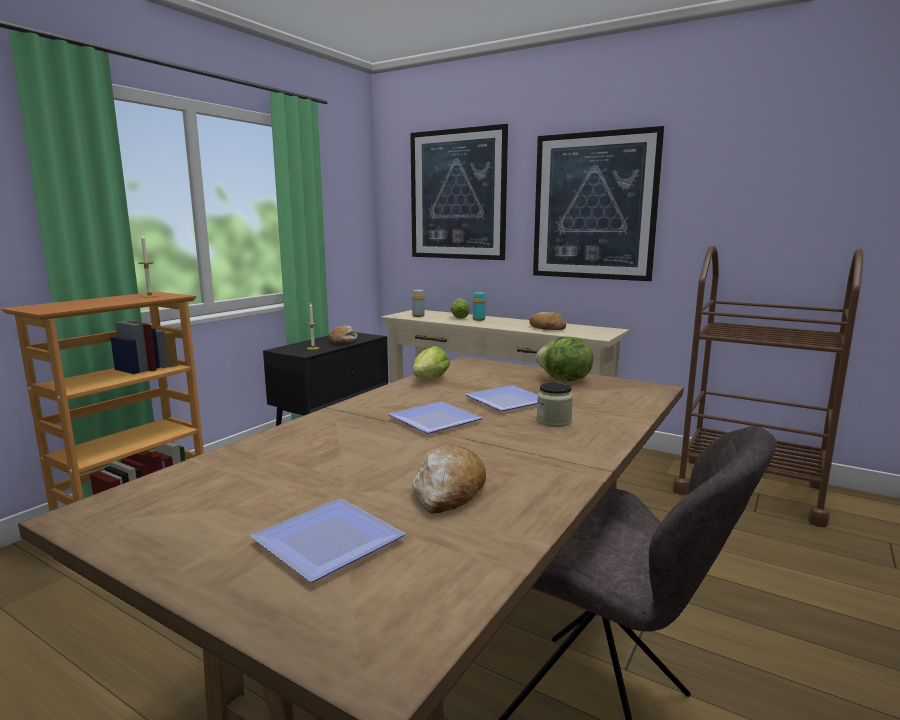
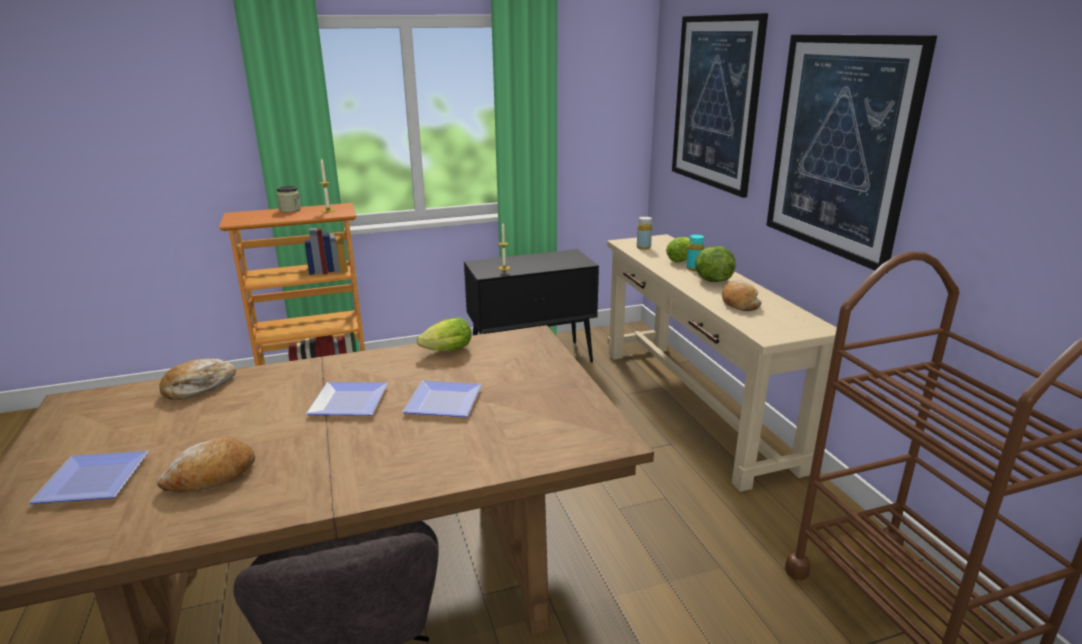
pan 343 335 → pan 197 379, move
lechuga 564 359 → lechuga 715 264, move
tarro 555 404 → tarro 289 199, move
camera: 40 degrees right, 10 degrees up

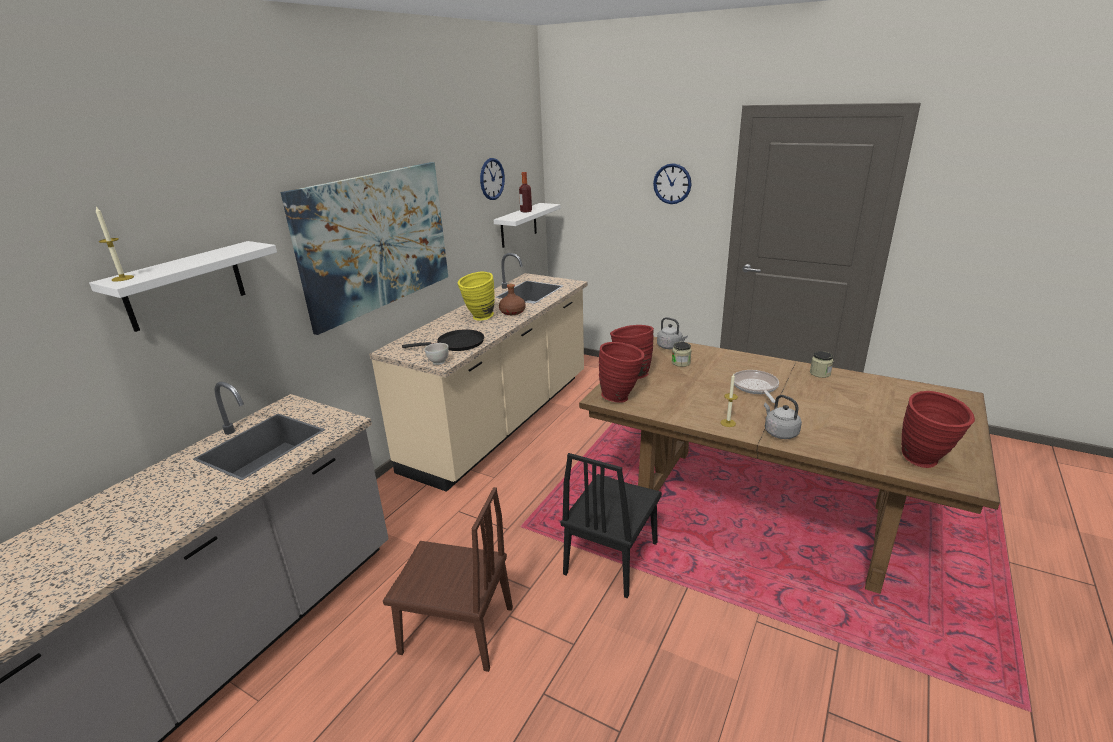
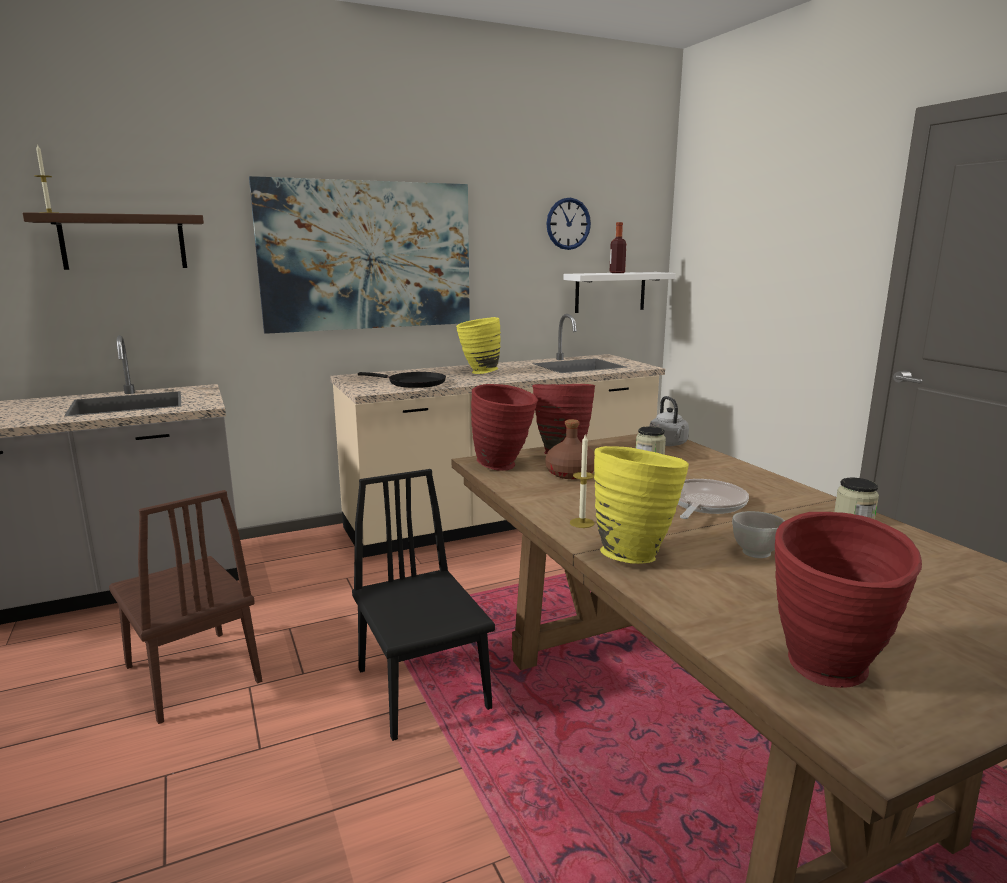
estante (blanco) 183 286 → estante (marrón) 113 241
cuenco (blanco) 437 354 → cuenco (blanco) 758 534, move
botella (marrón) 512 299 → botella (marrón) 570 449, move
silla (negro) 611 525 → silla (negro) 423 605, 90 degrees clockwise
reloj de pared 672 183 → -
hervidor (gris) 783 417 → florero (amarillo) 641 505
camera: 35 degrees right, 10 degrees down

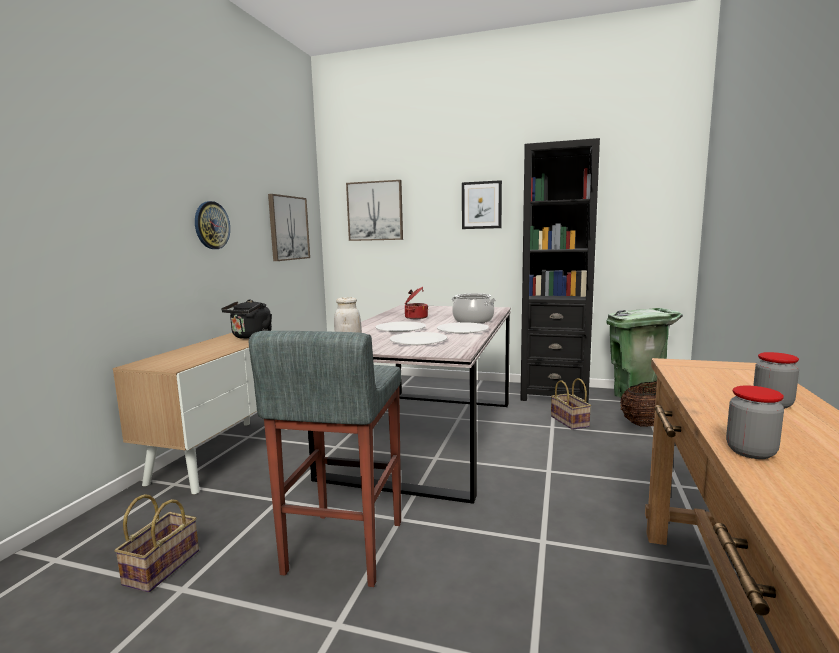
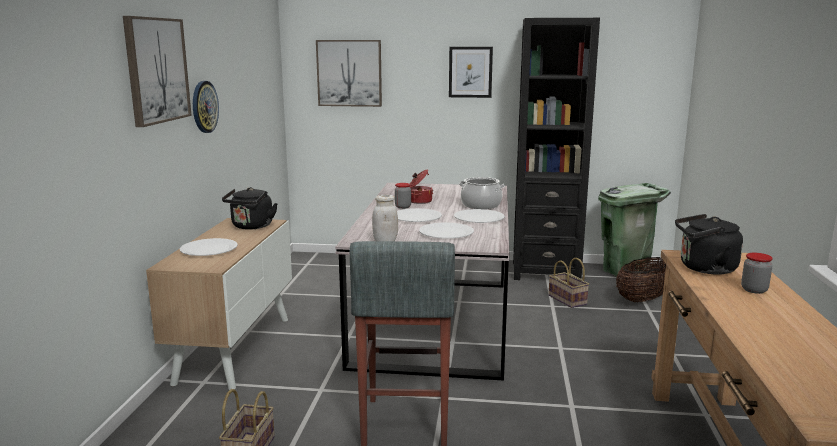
cuadro 289 227 → cuadro 157 71, move
tarro 755 422 → tarro 403 196, move
- → plato (blanco) 209 247
- → hervidor (negro) 709 244
camera: 10 degrees left, 5 degrees up

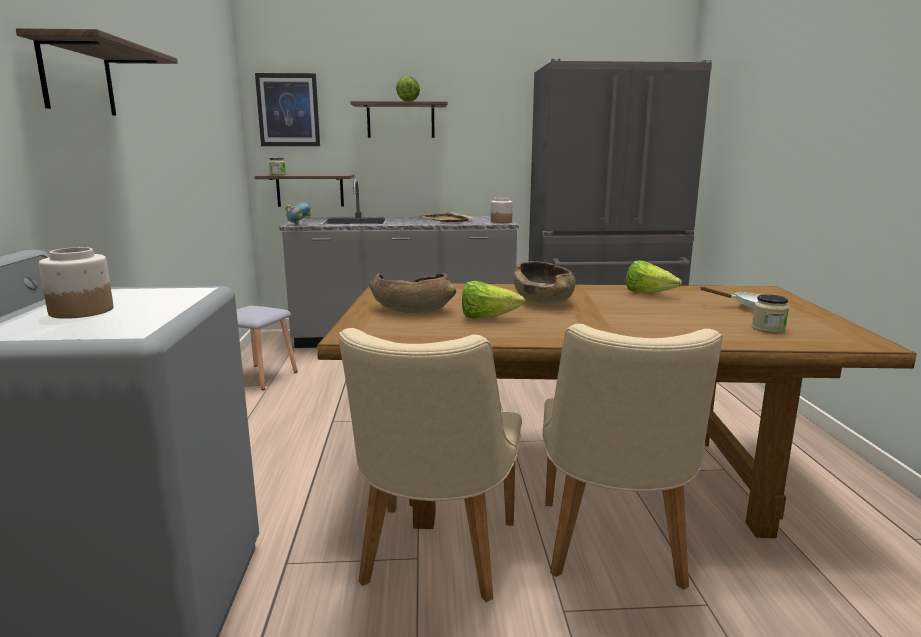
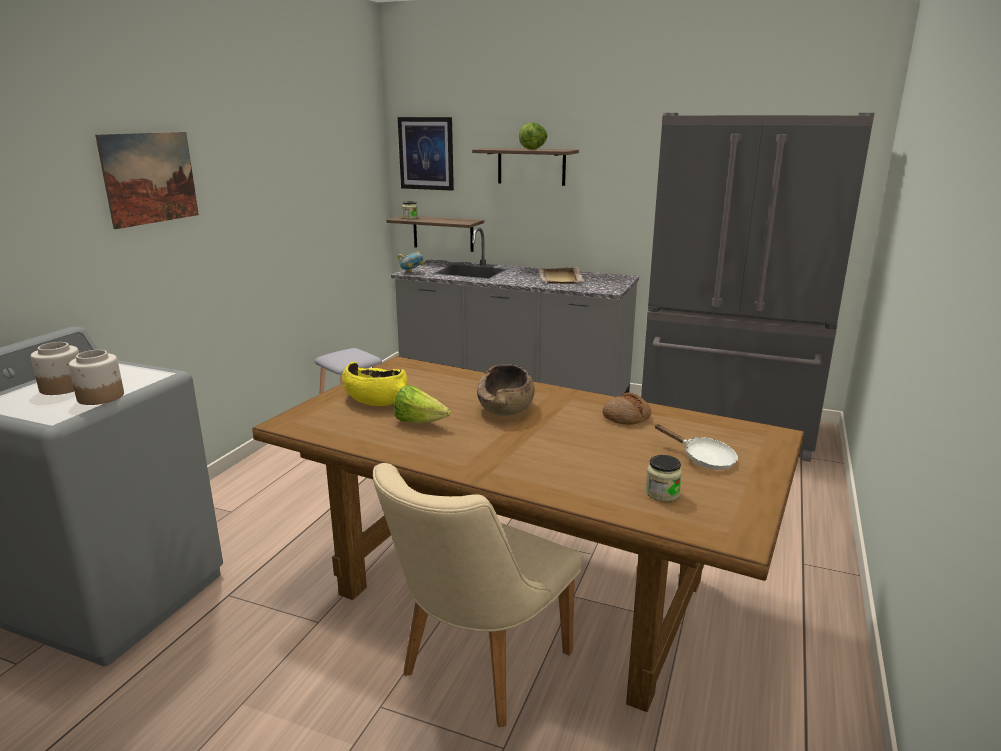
estante 97 71 → cuadro 147 180
silla (beis) 430 465 → -
cuenco (marrón) 412 293 → cuenco (amarillo) 375 384
tarro 502 210 → tarro 96 377, move
lechuga 654 276 → pan 627 409
camera: 25 degrees right, 5 degrees up

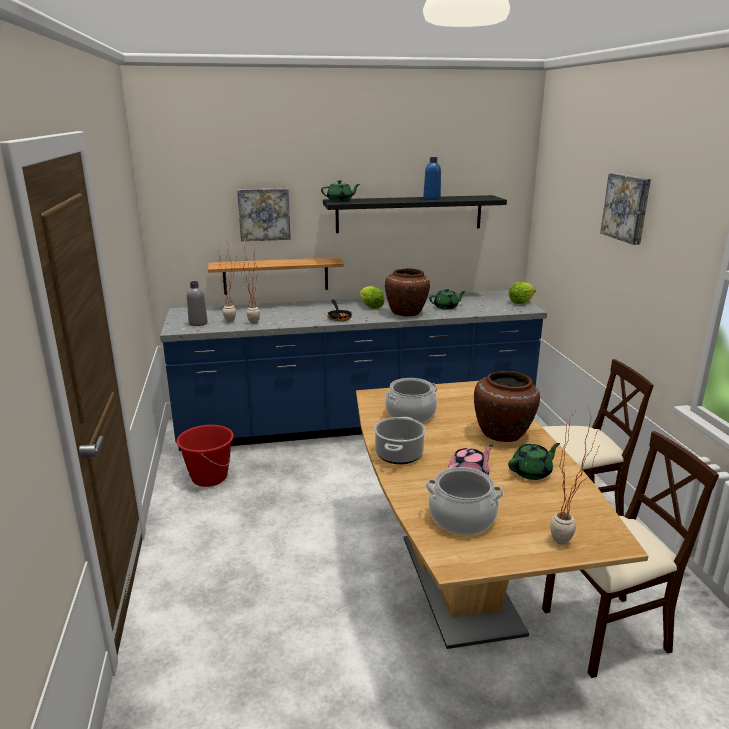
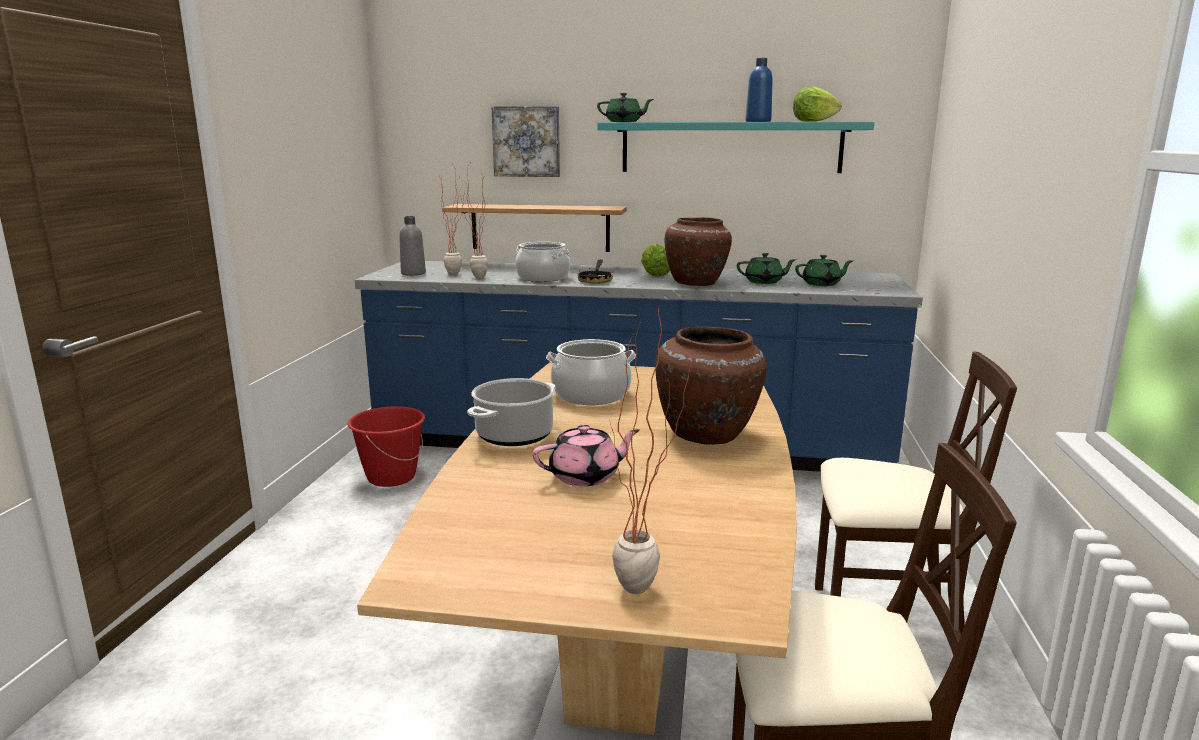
estante (negro) 415 214 → estante (turquesa) 735 147
olla 464 501 → olla 542 262, move
tetera (verde) 534 461 → tetera (verde) 824 270, move
lechuga 522 293 → lechuga 817 104, move
cuadro 625 209 → -
camera: 20 degrees right, 5 degrees down

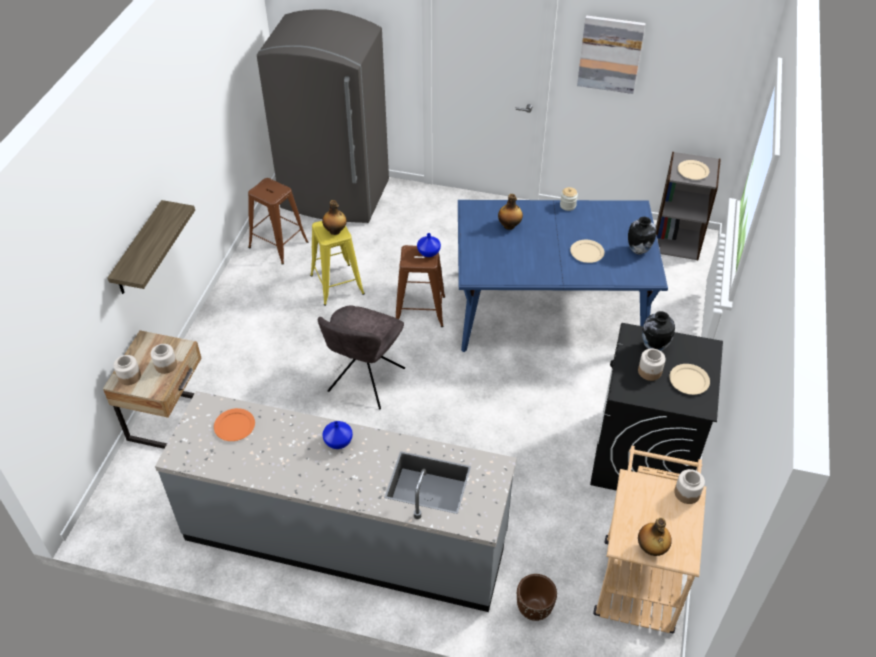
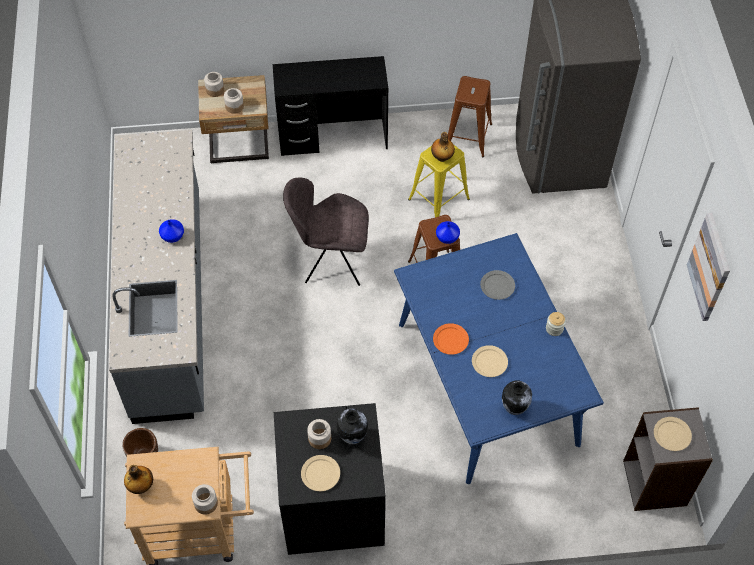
estante 151 247 → -
plato (naranja) 234 424 → plato (naranja) 451 339, move
botella 510 212 → plato (gris) 497 285
- → escritorio (negro) 330 106
camera: 70 degrees right, 10 degrees up

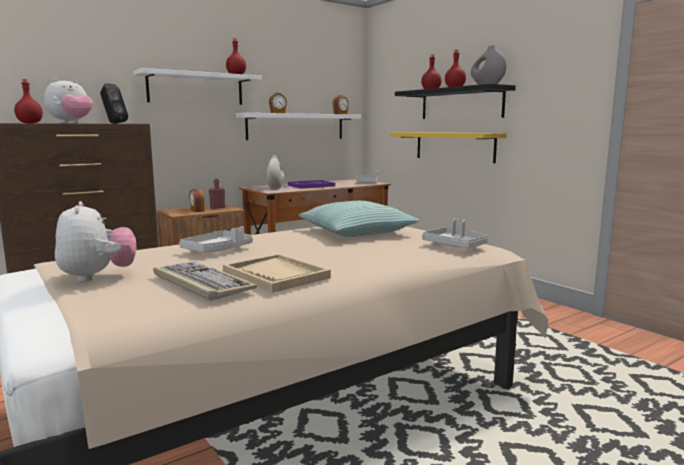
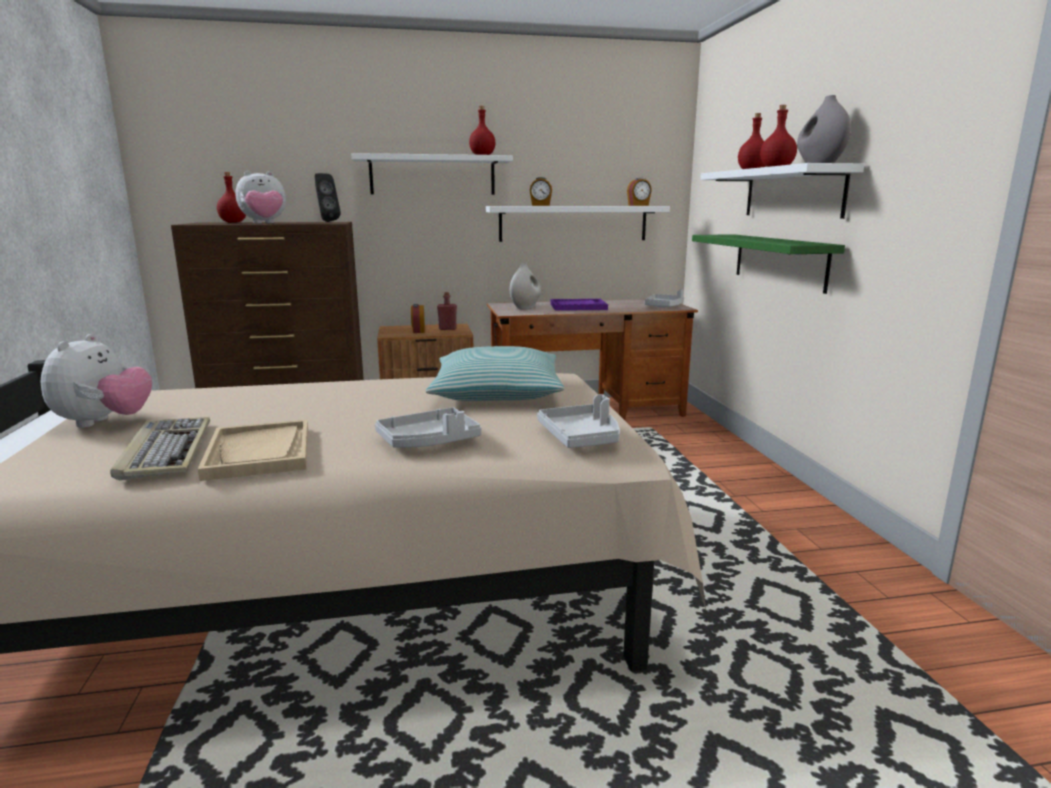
bandeja (gris) 216 239 → bandeja (gris) 428 427, move
estante (amarillo) 448 147 → estante (verde) 768 264
estante (negro) 455 101 → estante (blanco) 782 191
camera: 25 degrees right, 5 degrees up

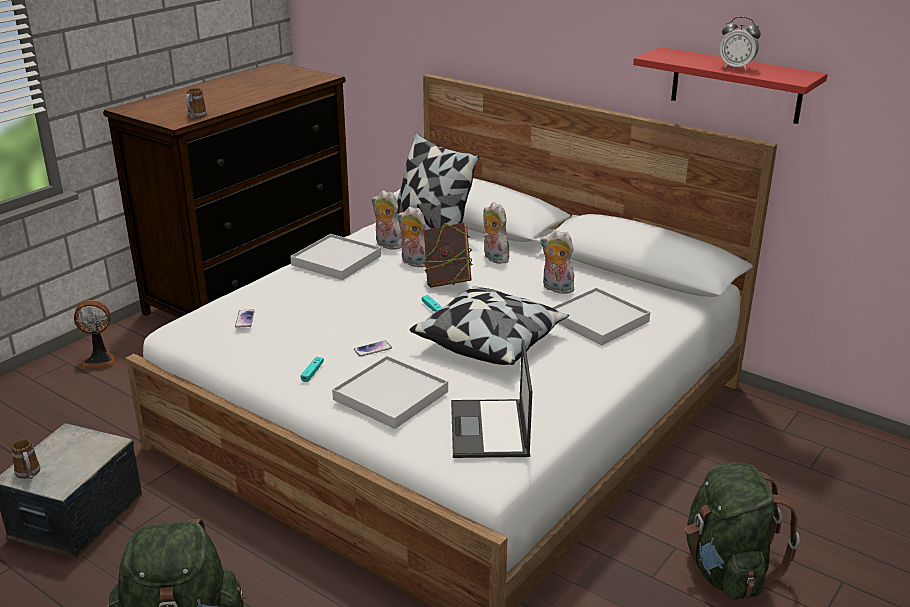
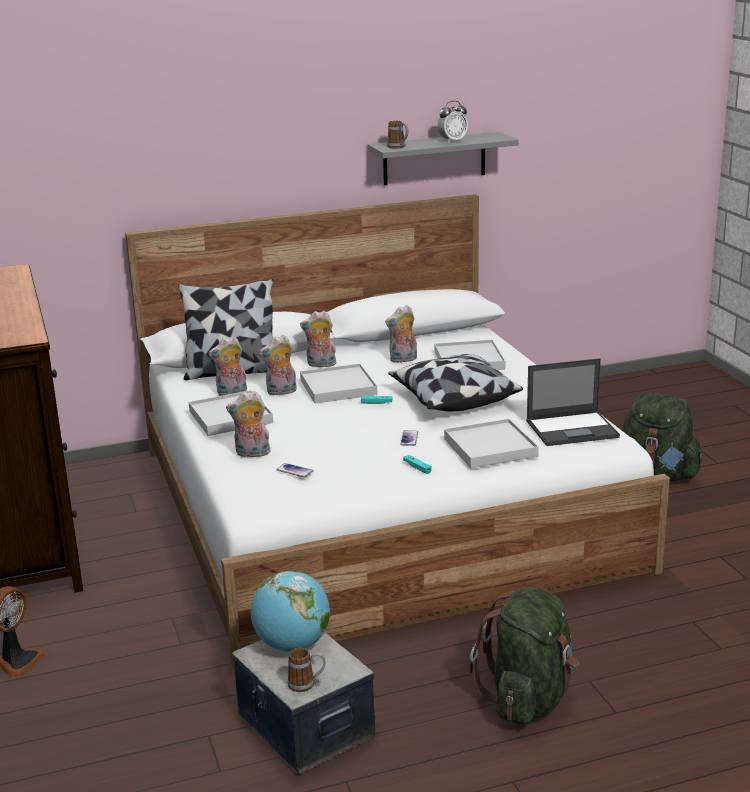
taza grande 196 103 → taza grande 397 135, move
libro 448 255 → bandeja (blanco) 338 384
portátil 491 398 → portátil 573 402, 45 degrees counterclockwise
estante (rojo) 730 85 → estante (gris) 443 158
- → peluche 248 424
- → globo terráqueo 290 611
camera: 55 degrees left, 5 degrees down

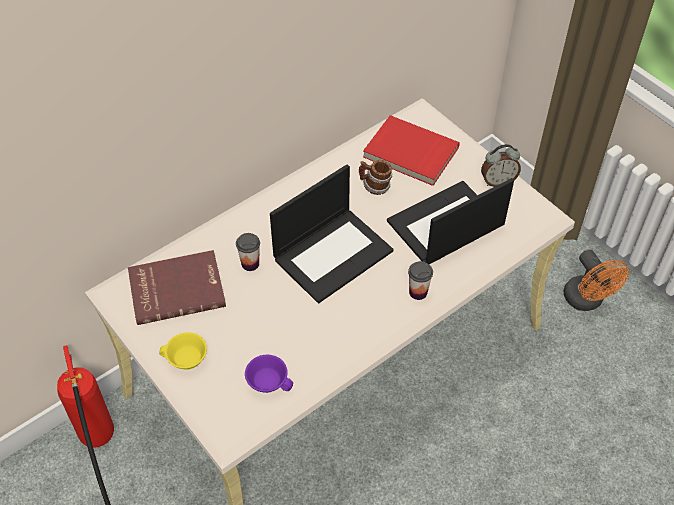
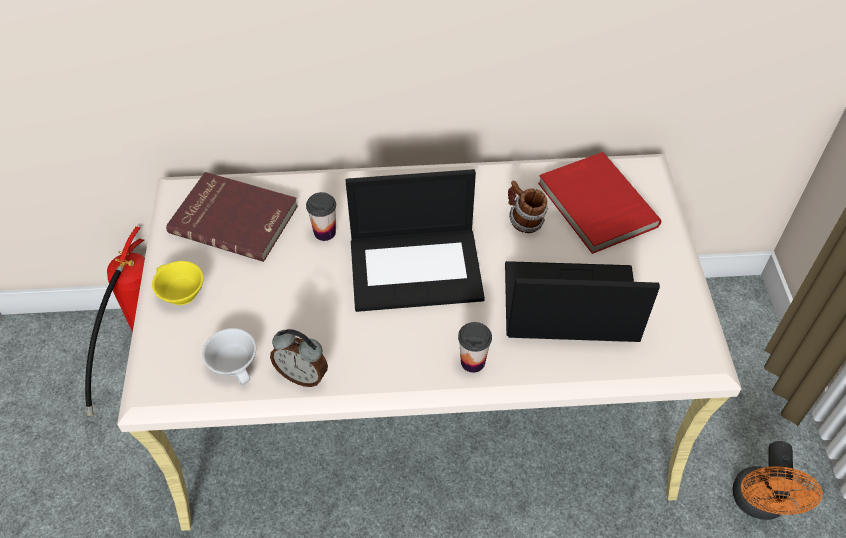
taza (morado) 269 374 → taza (blanco) 229 356
despertador 501 165 → despertador 299 358, move
camera: 35 degrees right, 0 degrees up

